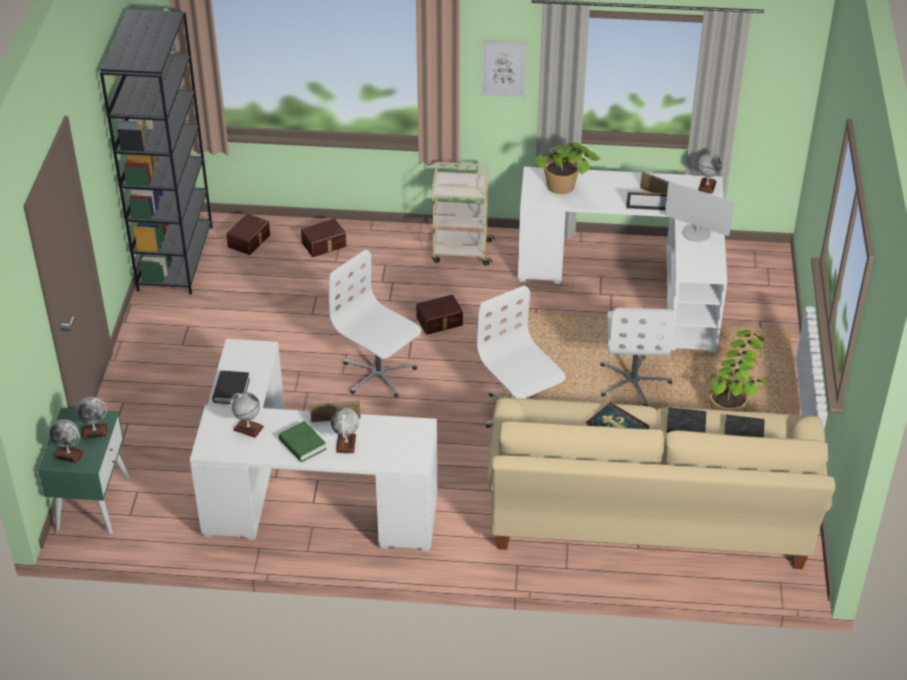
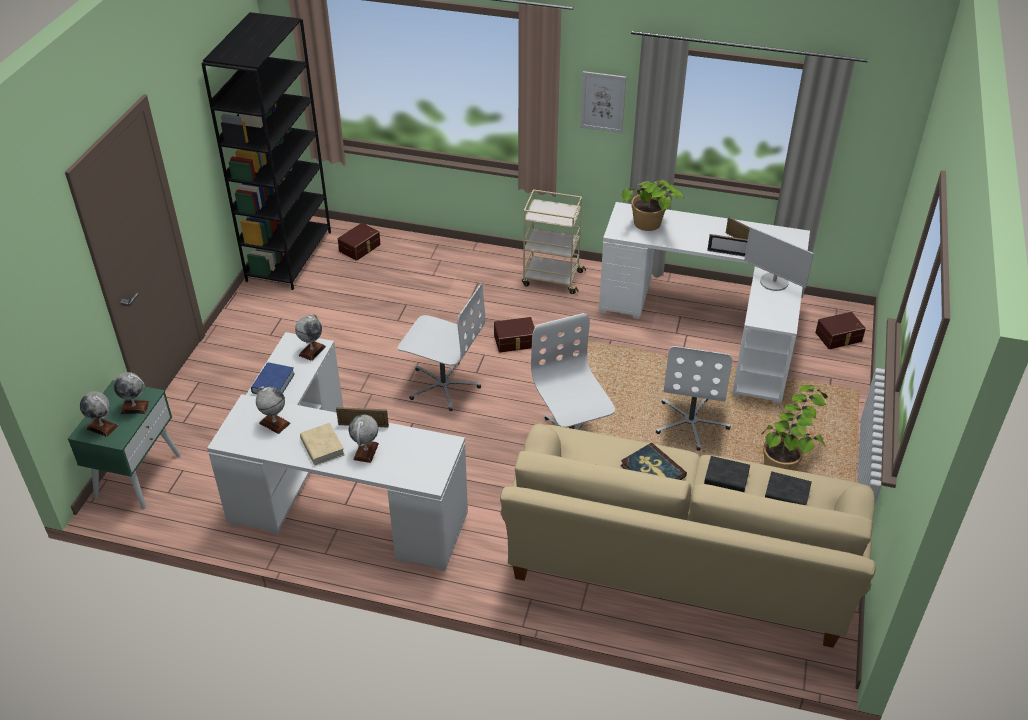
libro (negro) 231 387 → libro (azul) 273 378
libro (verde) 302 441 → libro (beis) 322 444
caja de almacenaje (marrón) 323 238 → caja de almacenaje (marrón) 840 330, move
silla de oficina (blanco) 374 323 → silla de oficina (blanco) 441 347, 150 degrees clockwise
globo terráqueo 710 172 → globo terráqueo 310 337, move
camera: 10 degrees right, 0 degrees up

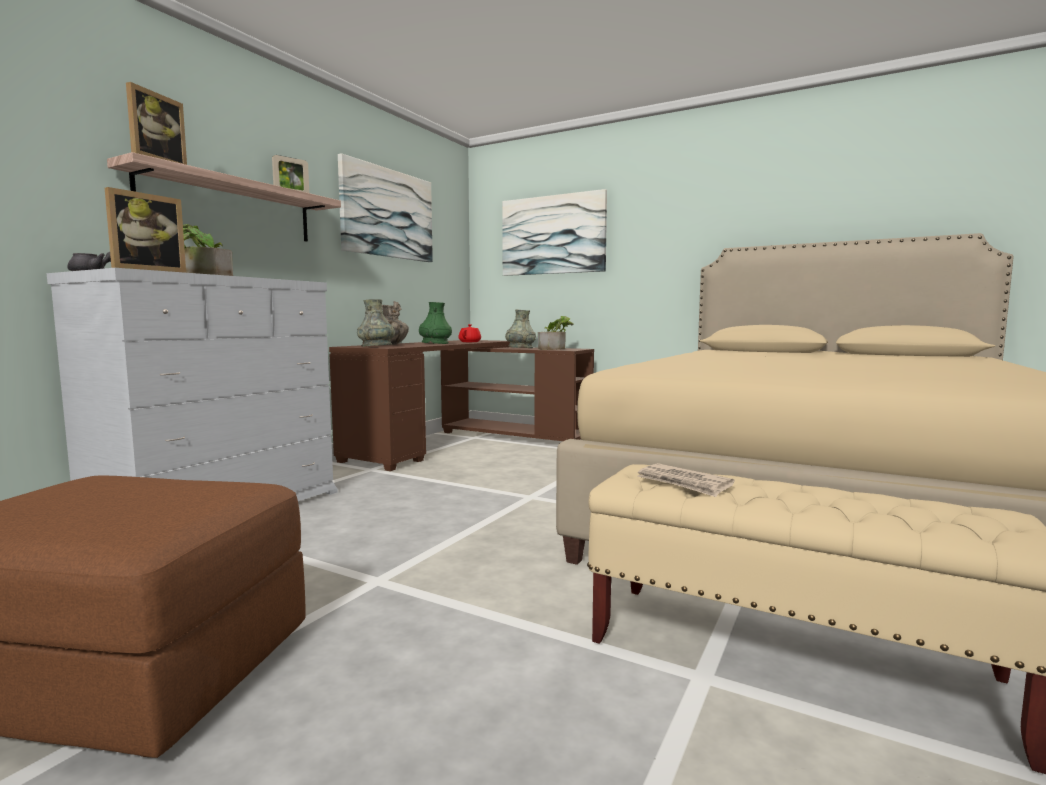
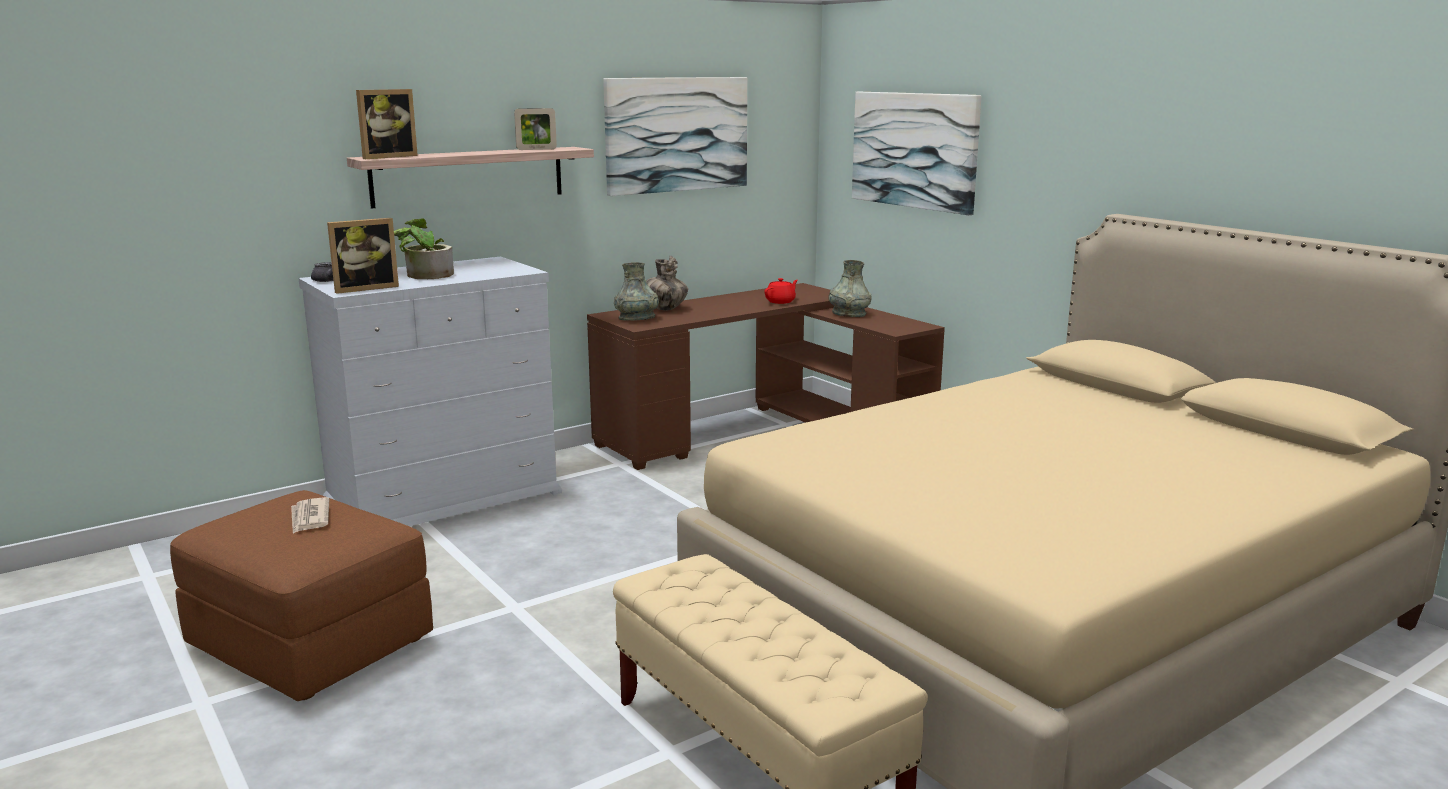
florero (verde) 435 323 → -
planta en maceta 555 333 → -
periódico 686 480 → periódico 310 515, move
camera: 25 degrees right, 10 degrees up

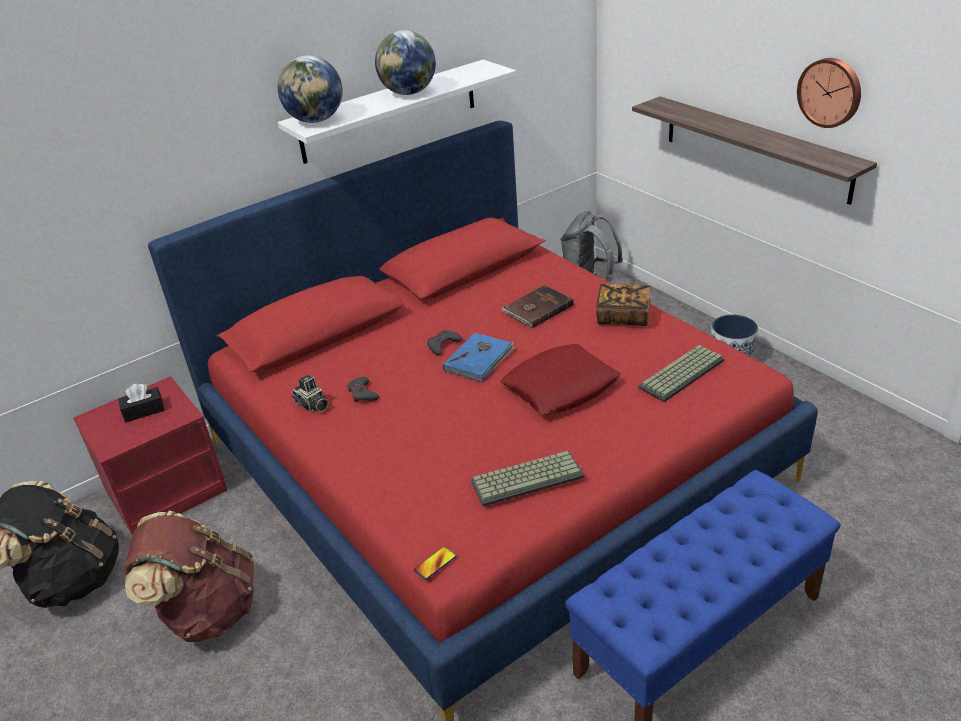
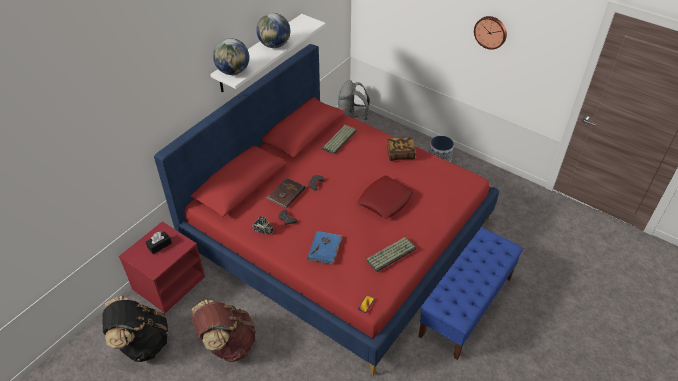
libro (azul) 479 357 → libro (azul) 325 248, move
libro (marrón) 538 306 → libro (marrón) 285 193, move
estante 754 150 → -
teclado 681 373 → teclado 339 139, move
camera: 20 degrees left, 10 degrees up

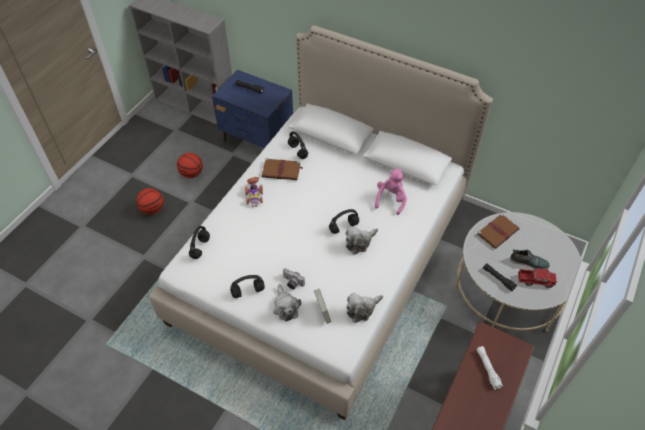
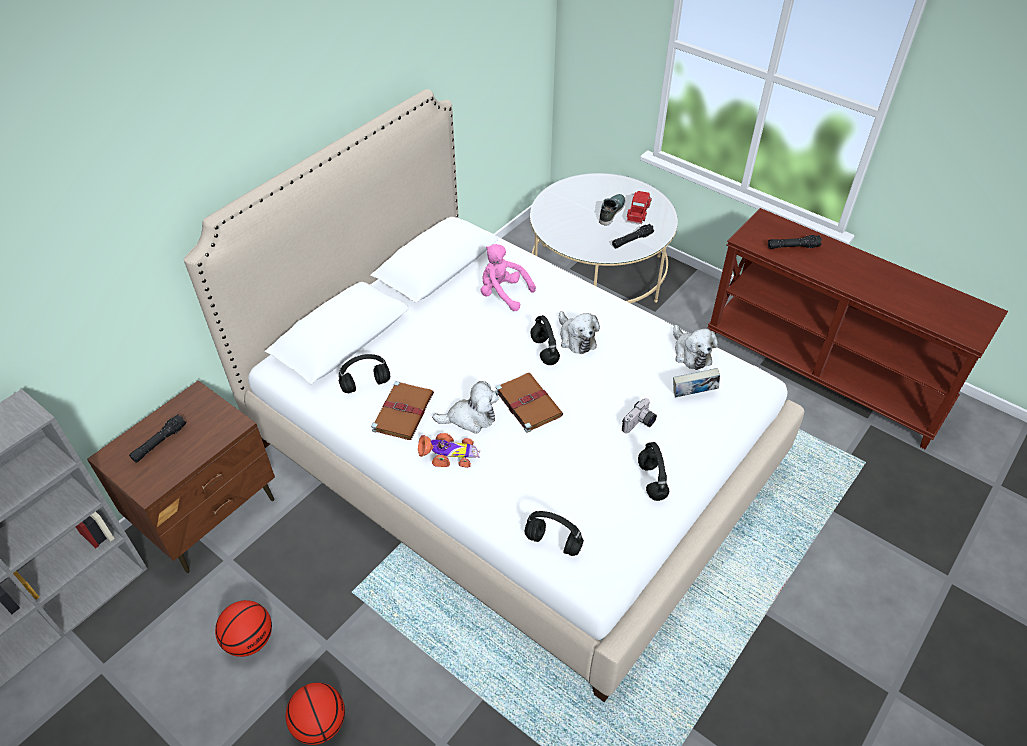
mesita de noche (azul) 252 109 → mesita de noche (marrón) 181 476
peluche 287 302 → peluche 465 407, move
libro (marrón) 498 231 → libro (marrón) 529 403, move
linterna (blanco) 490 368 → linterna (negro) 795 242
camera: 80 degrees left, 5 degrees down

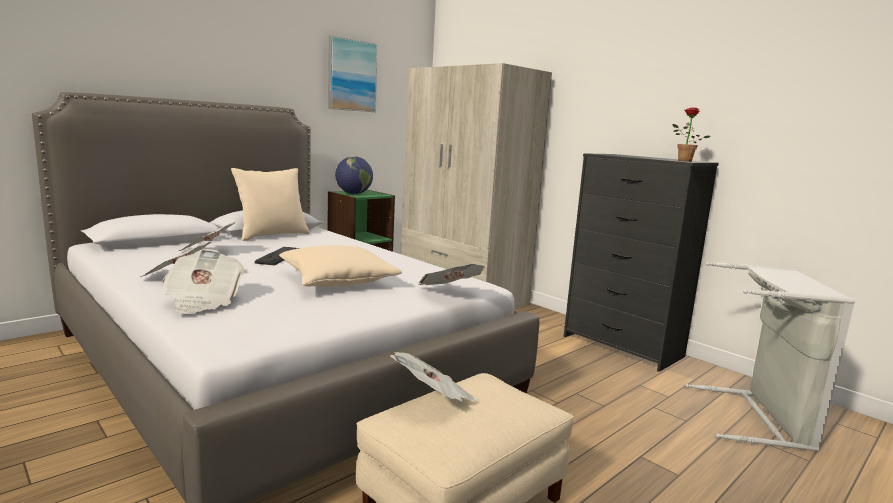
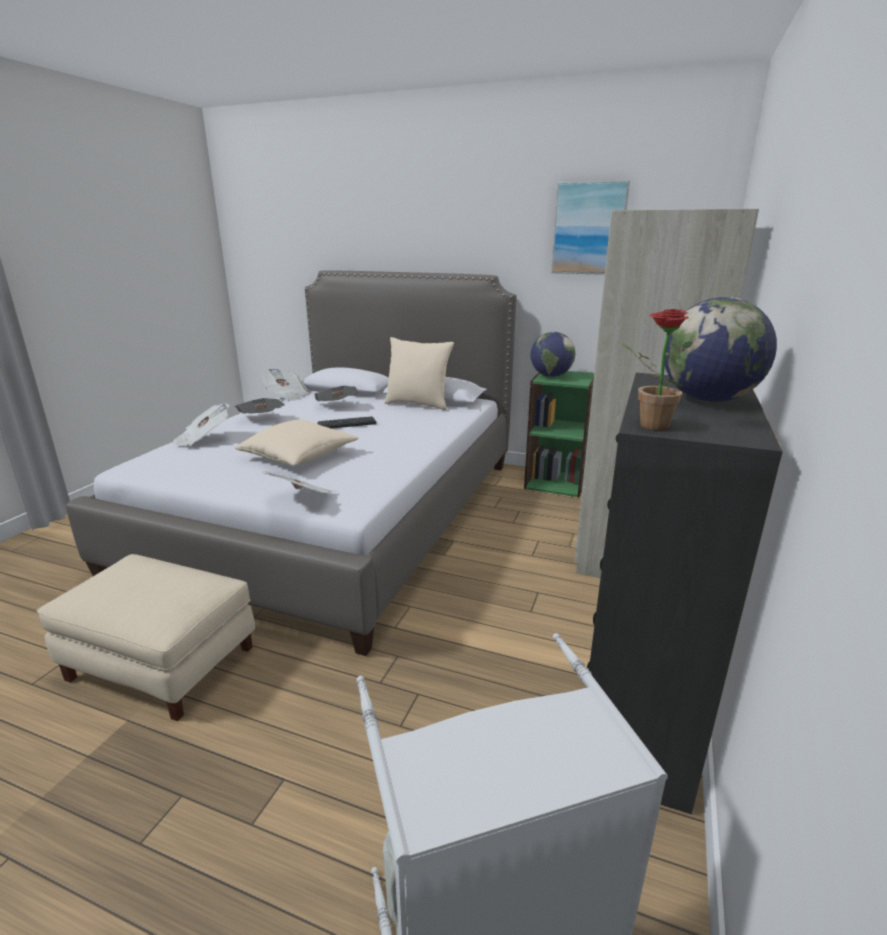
periódico 435 377 → periódico 285 384, move
- → globo terráqueo 721 349
camera: 65 degrees right, 10 degrees up

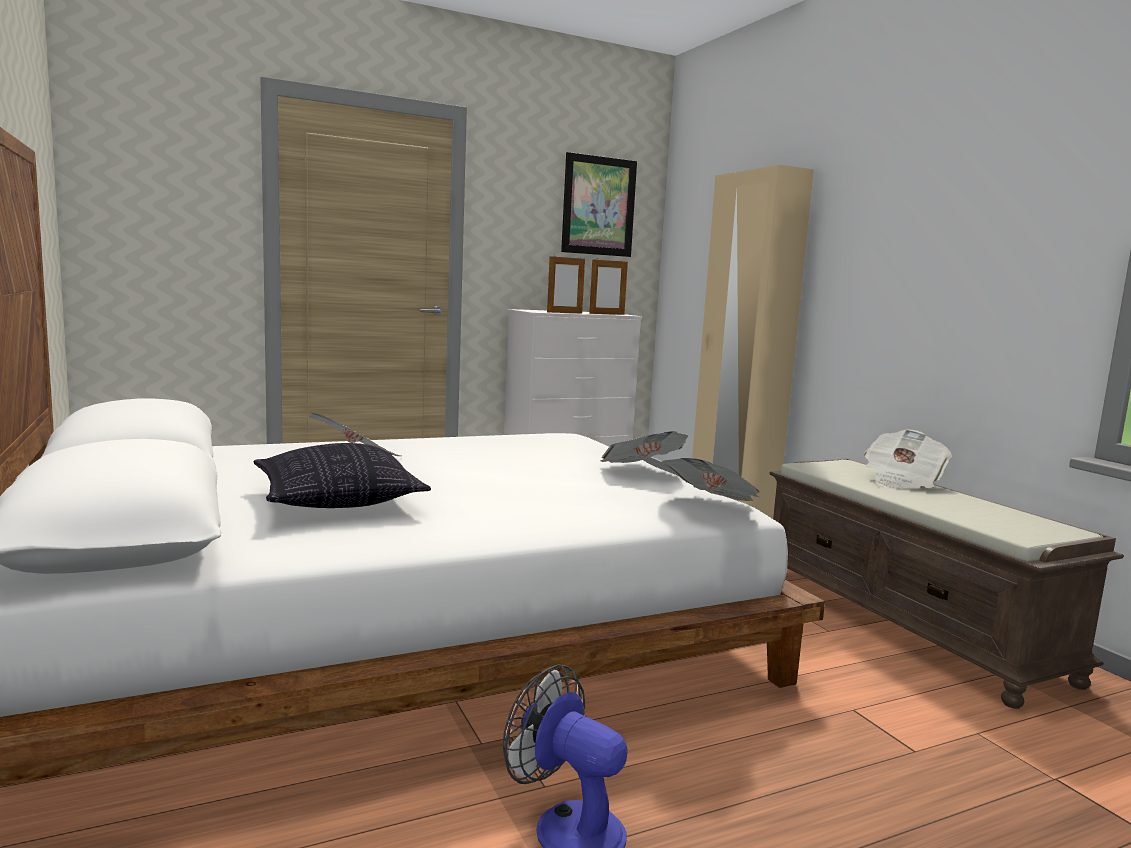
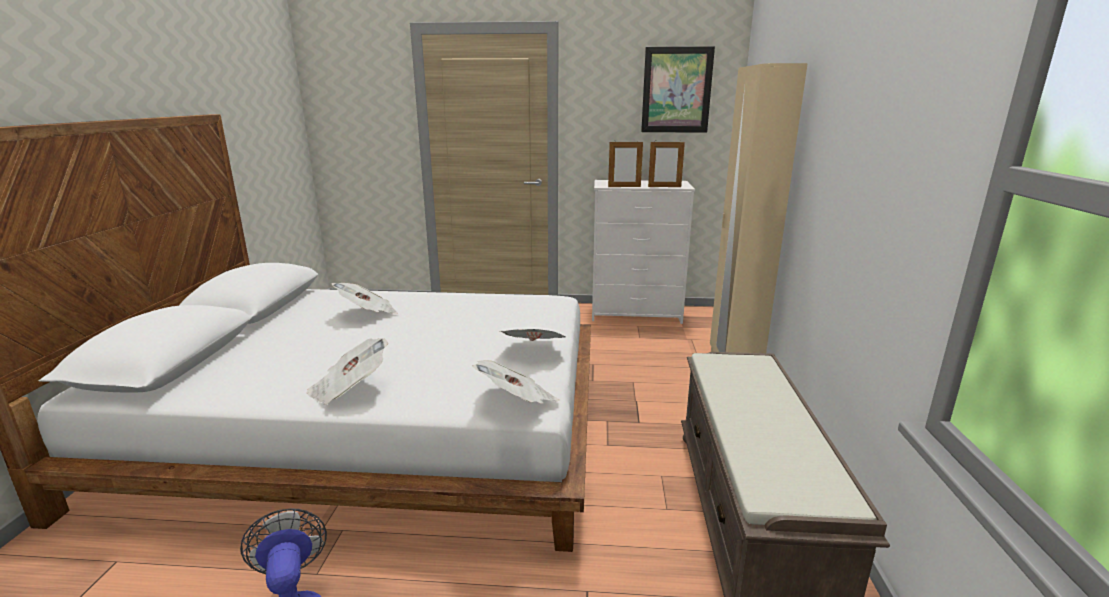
cojín 342 475 → -
periódico 908 459 → periódico 347 371, move
camera: 30 degrees right, 10 degrees up

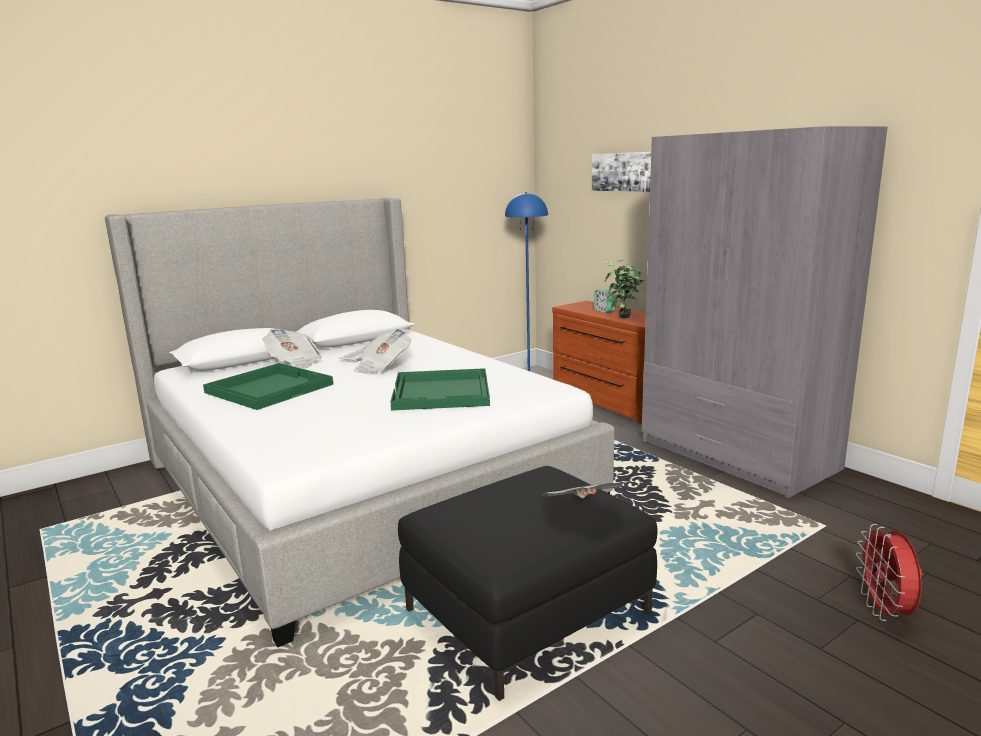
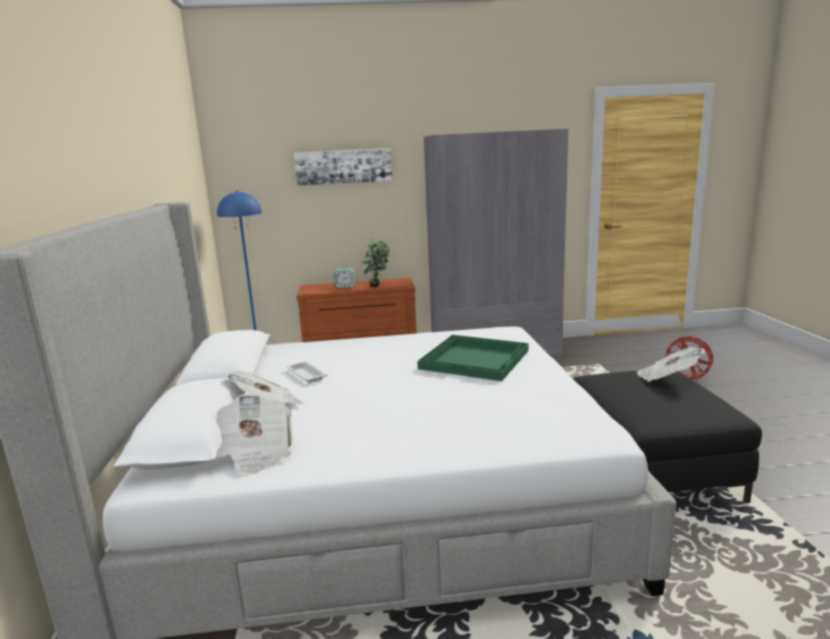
bandeja (verde) 268 386 → -
periódico 382 351 → periódico 254 435, move
camera: 60 degrees left, 0 degrees up

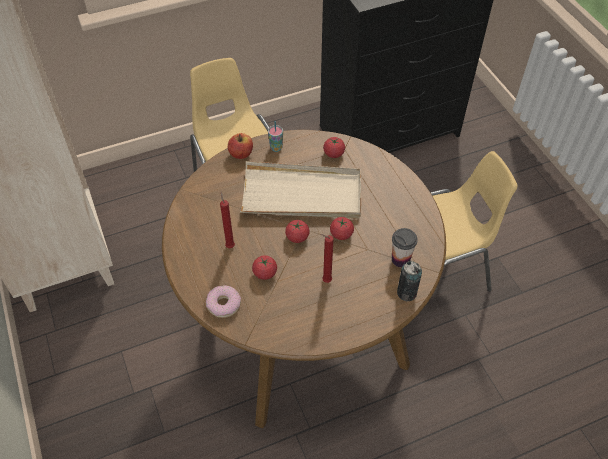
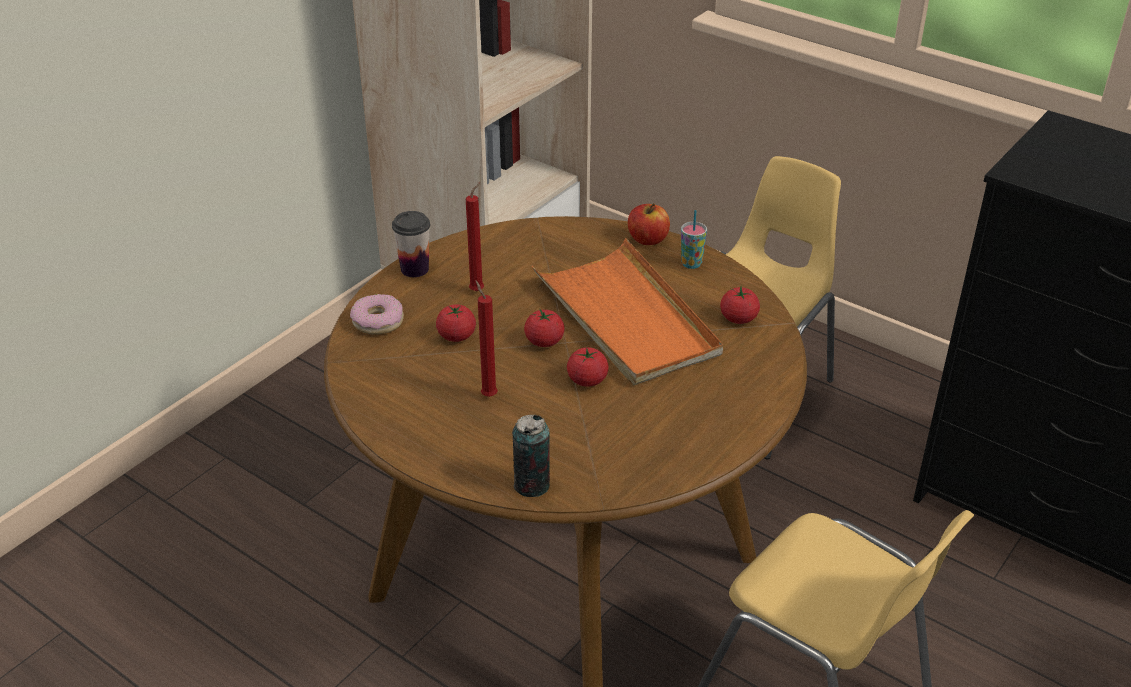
bandeja (beis) 300 190 → bandeja (naranja) 627 311
taza 405 247 → taza 411 244, move
camera: 60 degrees right, 15 degrees down

